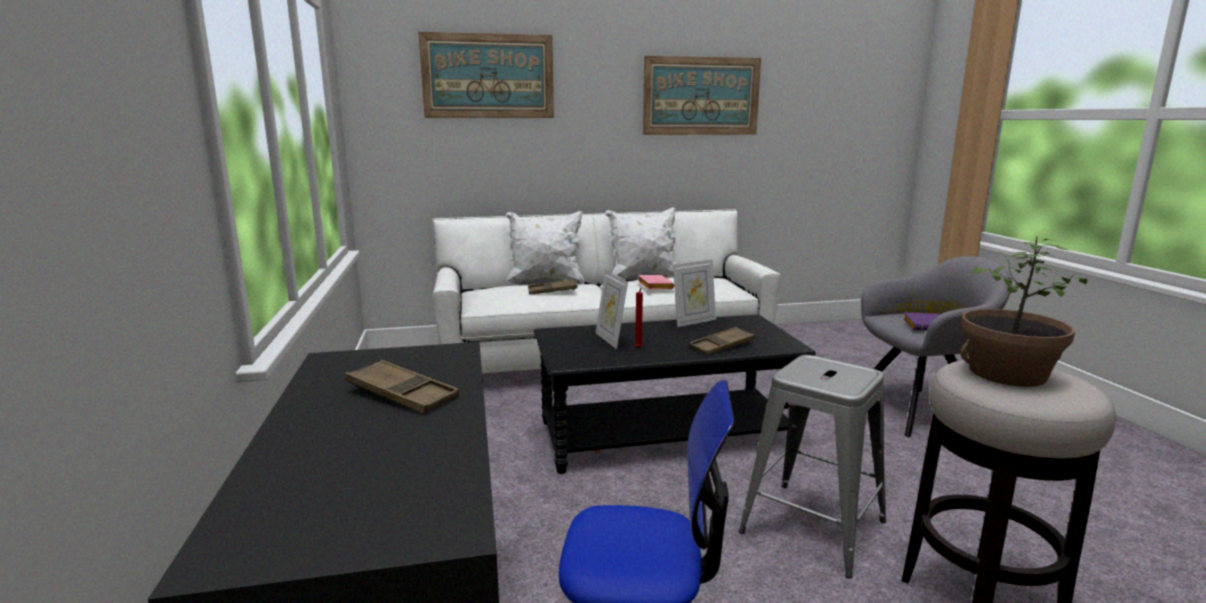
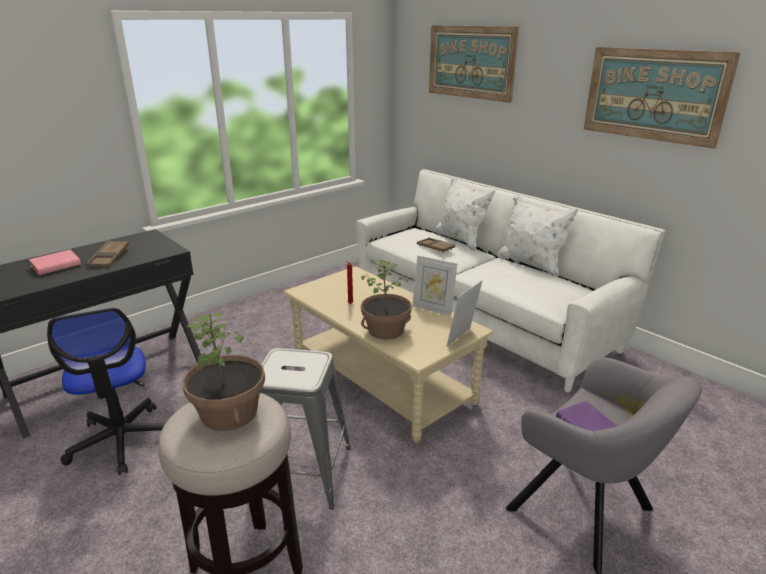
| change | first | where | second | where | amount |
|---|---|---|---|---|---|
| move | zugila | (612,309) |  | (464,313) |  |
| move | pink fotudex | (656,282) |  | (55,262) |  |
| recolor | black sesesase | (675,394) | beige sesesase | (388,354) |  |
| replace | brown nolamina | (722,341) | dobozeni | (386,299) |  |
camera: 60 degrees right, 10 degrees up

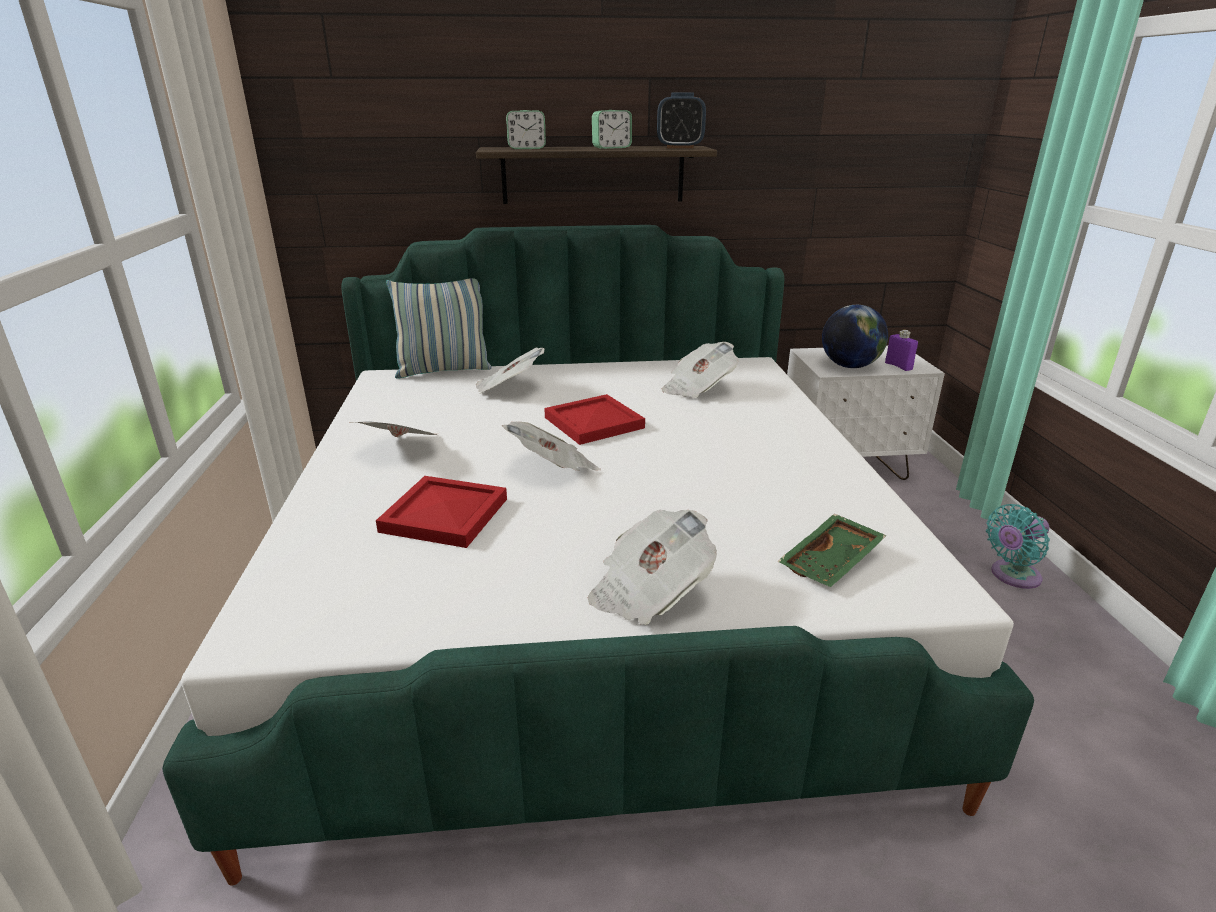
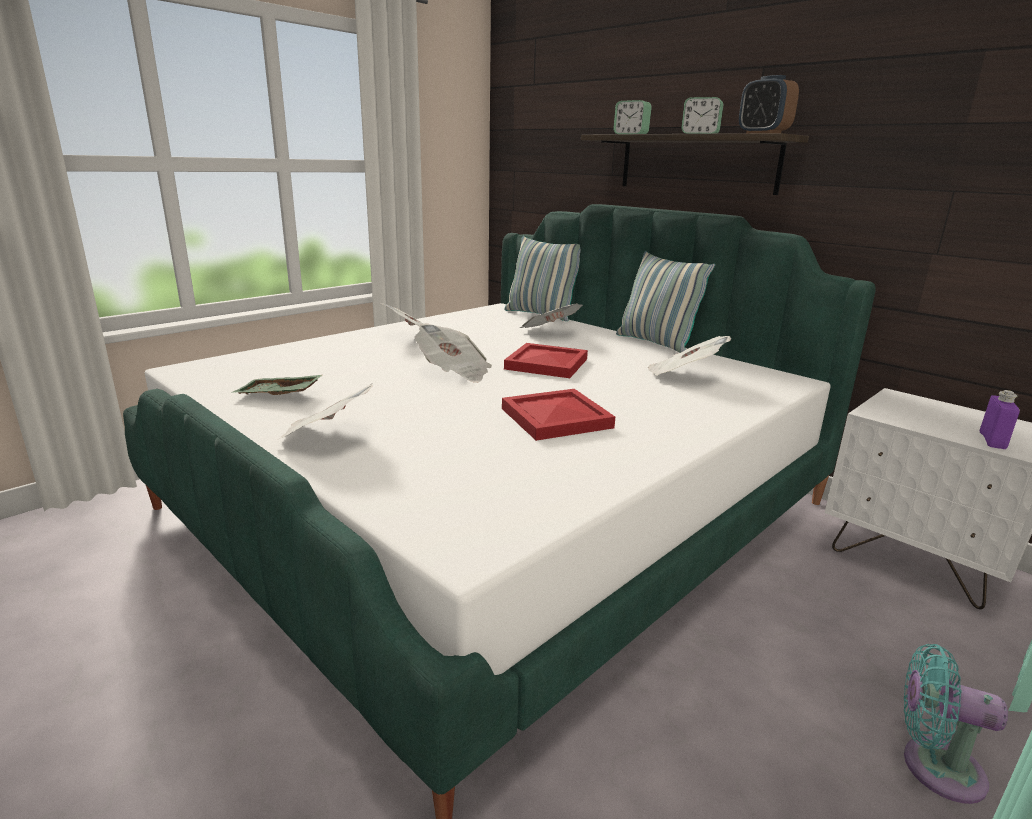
| change | first | where | second | where | amount |
|---|---|---|---|---|---|
| delete | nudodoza | (855,336) |  |  |  |
| move | red nolamina | (441,512) |  | (558,415) |  |
| move | green nolamina | (832,550) |  | (277,385) |  |
| insert |  |  | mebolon | (665,302) |  |
camera: 50 degrees right, 5 degrees down

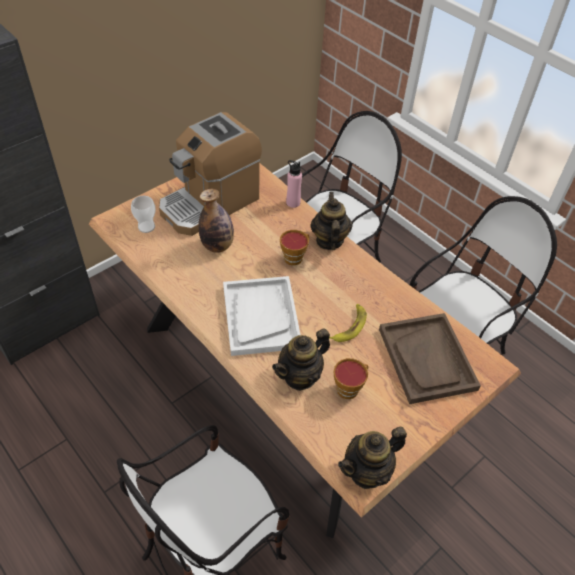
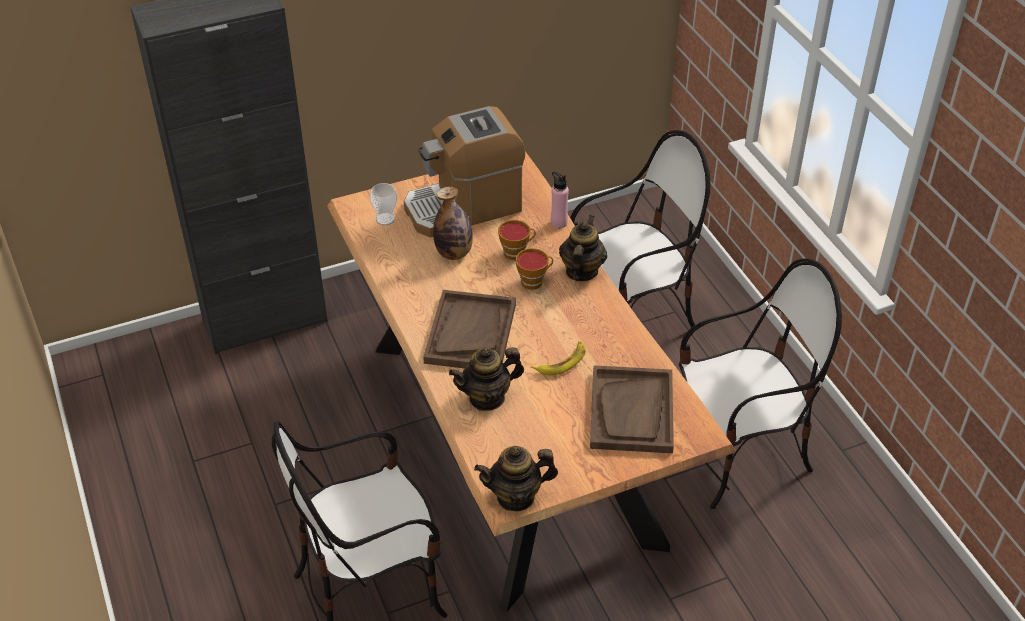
| change | first | where | second | where | amount |
|---|---|---|---|---|---|
| recolor | white nolamina | (261,316) | brown nolamina | (469,329) |  |
| move | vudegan | (351,378) |  | (517,240) |  |
camera: 20 degrees right, 5 degrees down

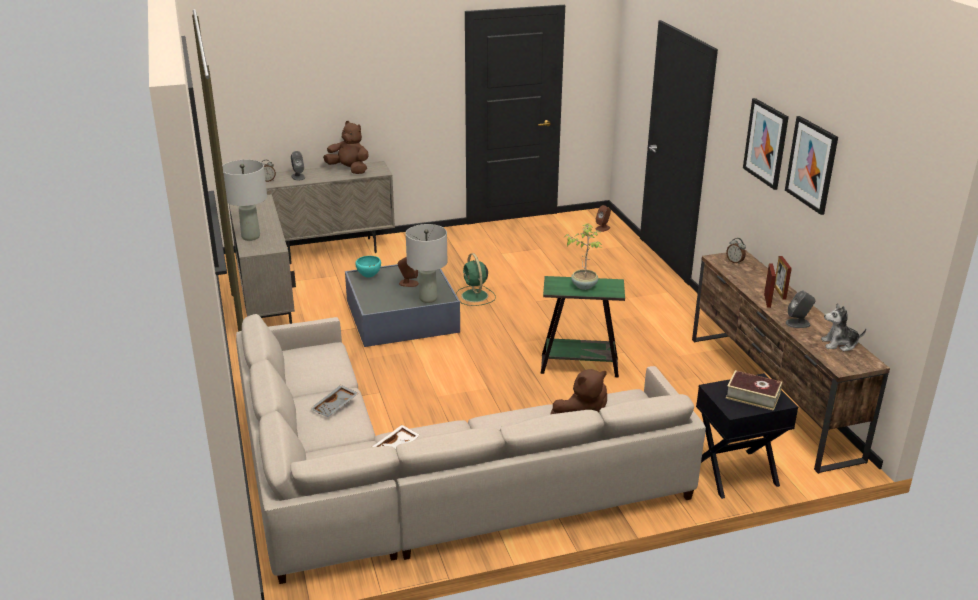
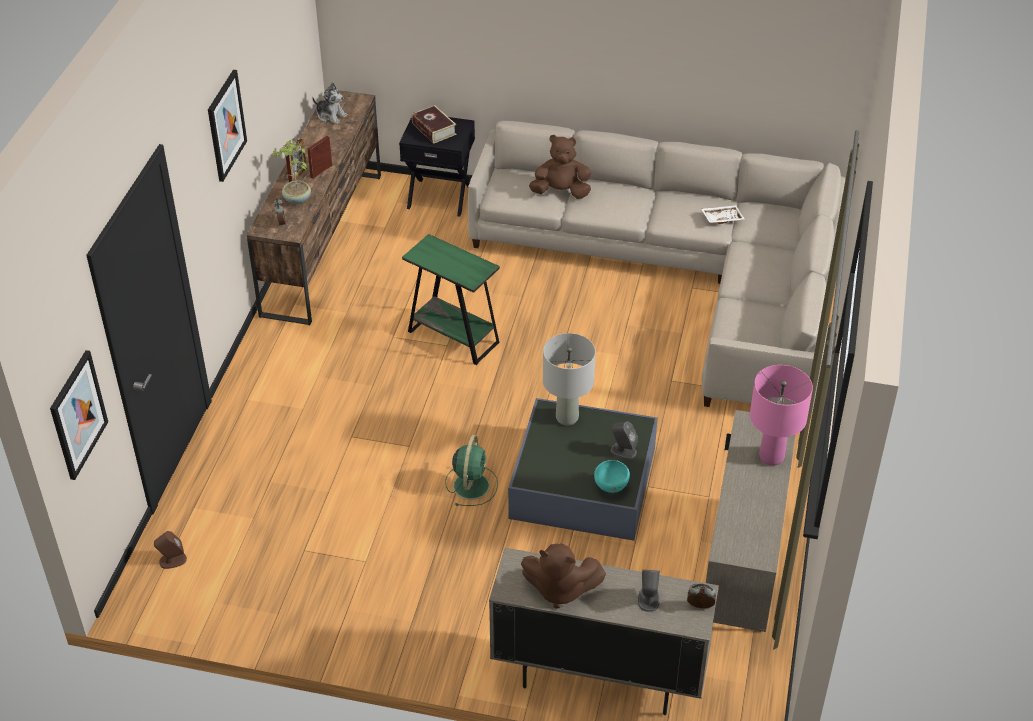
| change | first | where | second | where | amount |
|---|---|---|---|---|---|
| move | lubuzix | (811,165) |  | (79,415) |  |
| rotate | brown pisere | (346,147) |  | (563,576) | 45 degrees counterclockwise |
| recolor | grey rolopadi | (245,200) | pink rolopadi | (781,415) |  |
| move | dobozeni | (583,256) |  | (291,170) |  |
| delete | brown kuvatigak | (408,272) |  |  |  |
| move | grey kuvatigak | (800,309) |  | (624,440) |  |
| delete | grey nolamina | (334,401) |  |  |  |
camera: 150 degrees left, 15 degrees up

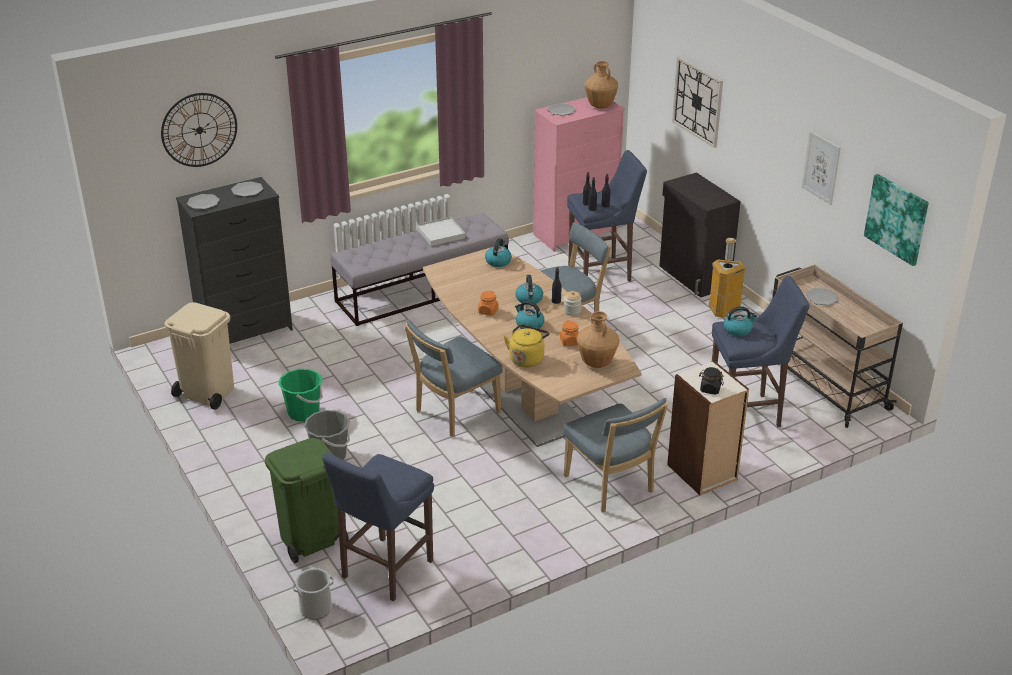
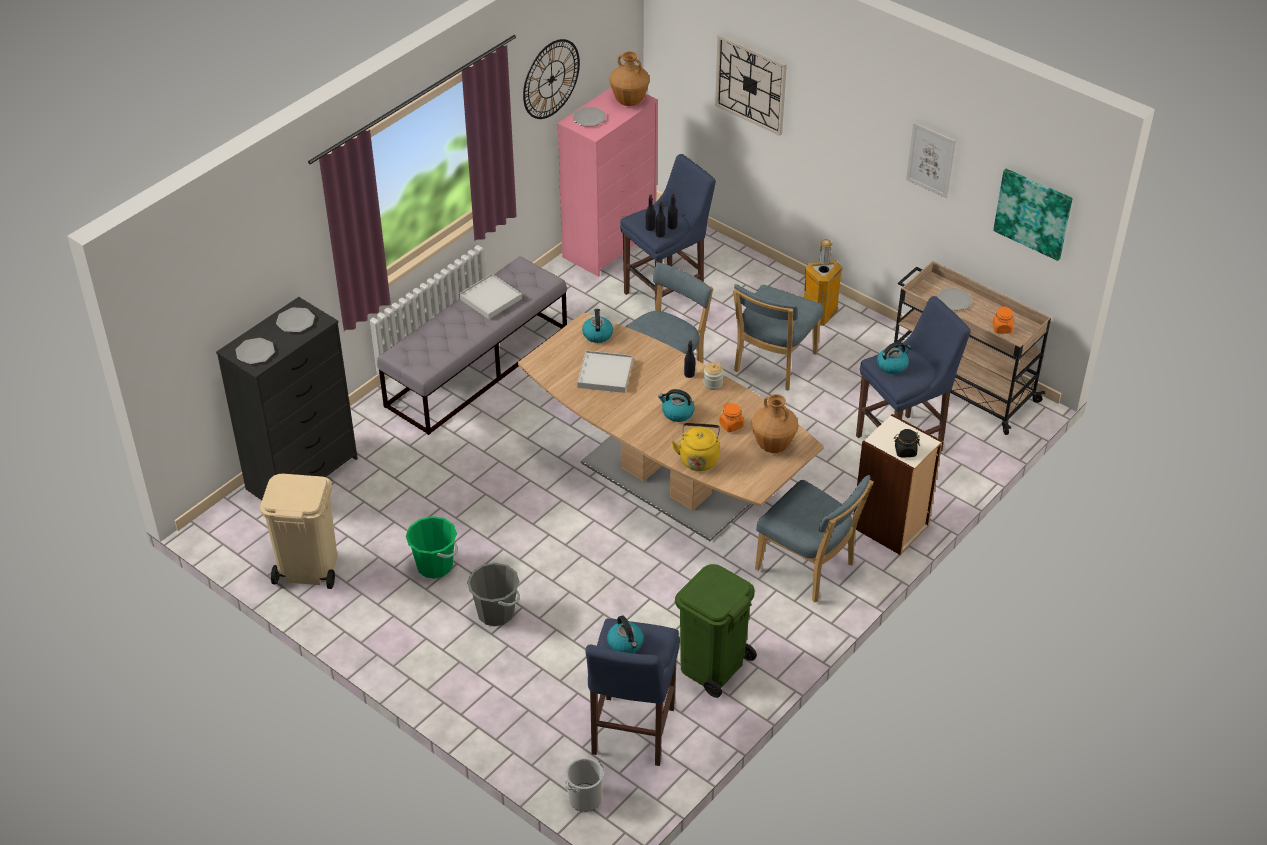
| change | first | where | second | where | amount |
|---|---|---|---|---|---|
| move | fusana | (199,130) |  | (551,79) |  |
| delete | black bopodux | (700,235) |  |  |  |
| move | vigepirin | (529,290) |  | (625,634) |  |
| move | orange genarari | (488,303) |  | (1003,319) |  |
| move | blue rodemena | (453,378) |  | (778,337) |  |
| move | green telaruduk | (307,500) |  | (716,631) |  |
| insert |  |  | white nolamina | (605,371) |  |
camera: 20 degrees left, 10 degrees up

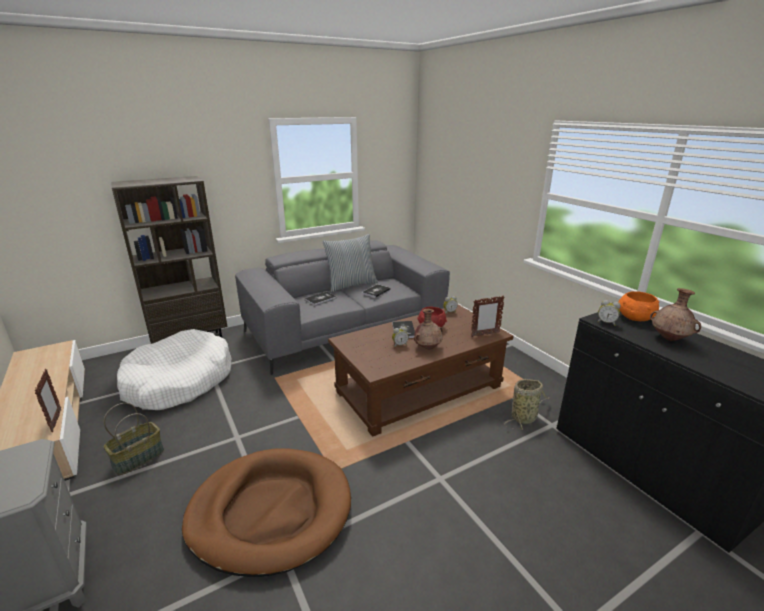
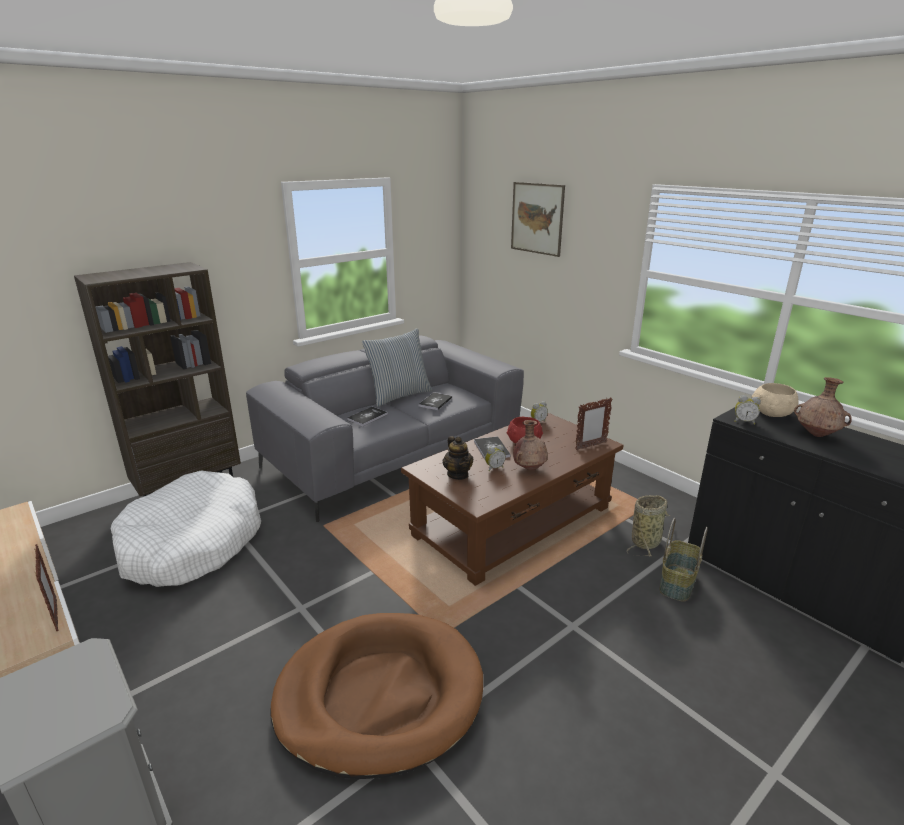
| change | first | where | second | where | amount |
|---|---|---|---|---|---|
| recolor | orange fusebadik | (638,306) | beige fusebadik | (775,400) |  |
| move | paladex | (134,439) |  | (684,560) |  |
| insert |  |  | lubuzix | (538,219) |  |
| insert |  |  | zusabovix | (458,458) |  |
camera: 10 degrees left, 0 degrees up

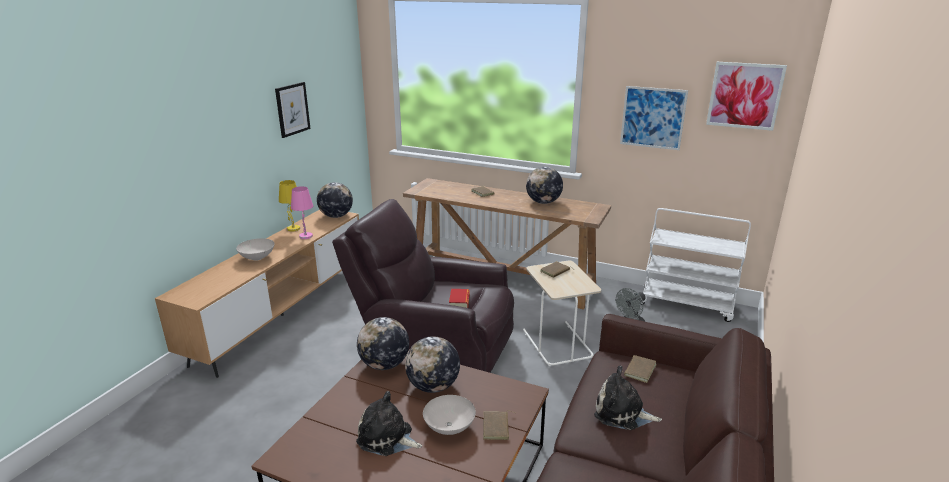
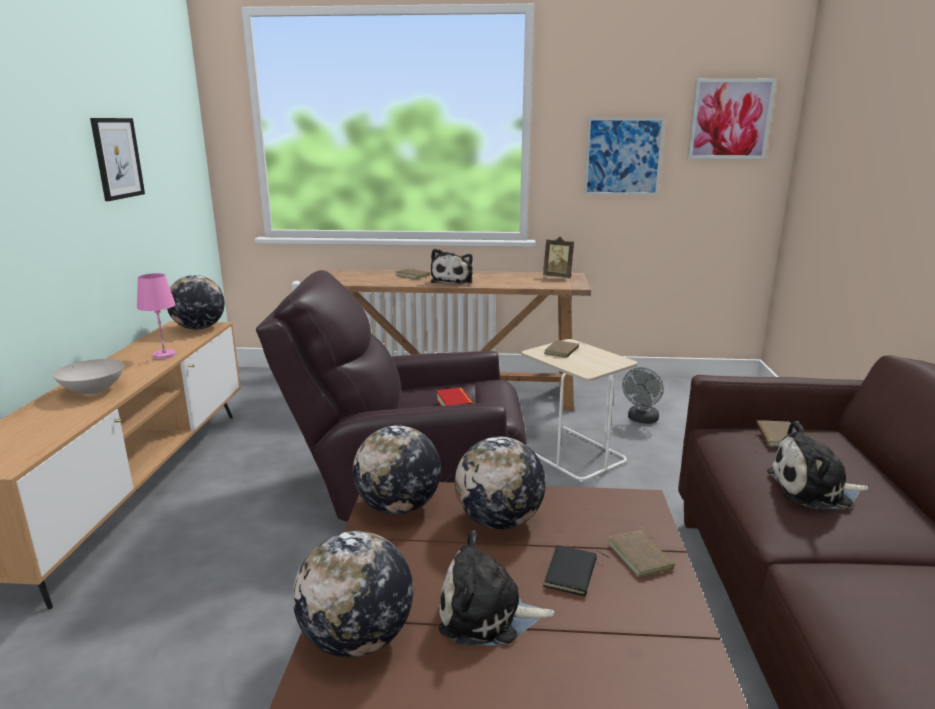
| change | first | where | second | where | amount |
|---|---|---|---|---|---|
| move | nudodoza | (544,185) |  | (353,594) |  |
| delete | yellow rolopadi | (289,205) |  |  |  |
| delete | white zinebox | (697,265) |  |  |  |
| replace | white fusebadik | (449,415) | black fotudex | (576,571) |  |
| insert |  |  | zugila | (558,257) |  |
| insert |  |  | pisere | (452,266) |  |
camera: 20 degrees left, 5 degrees down

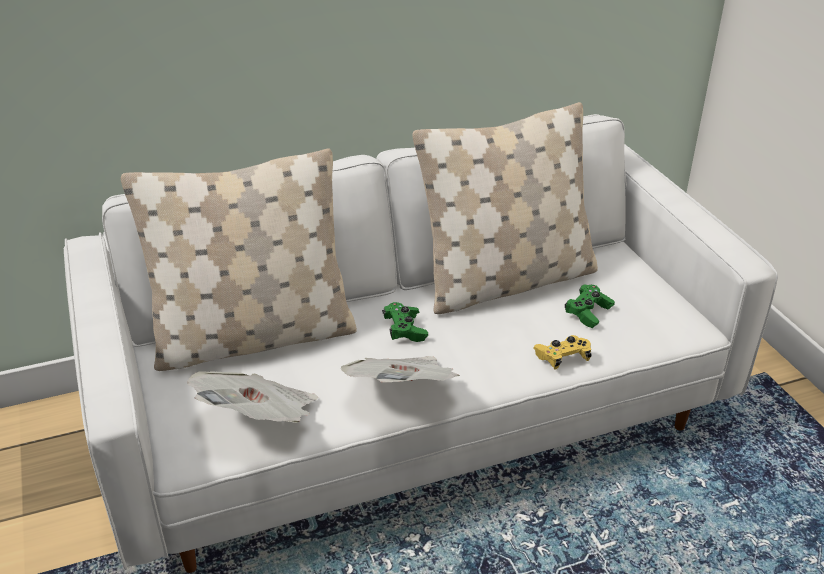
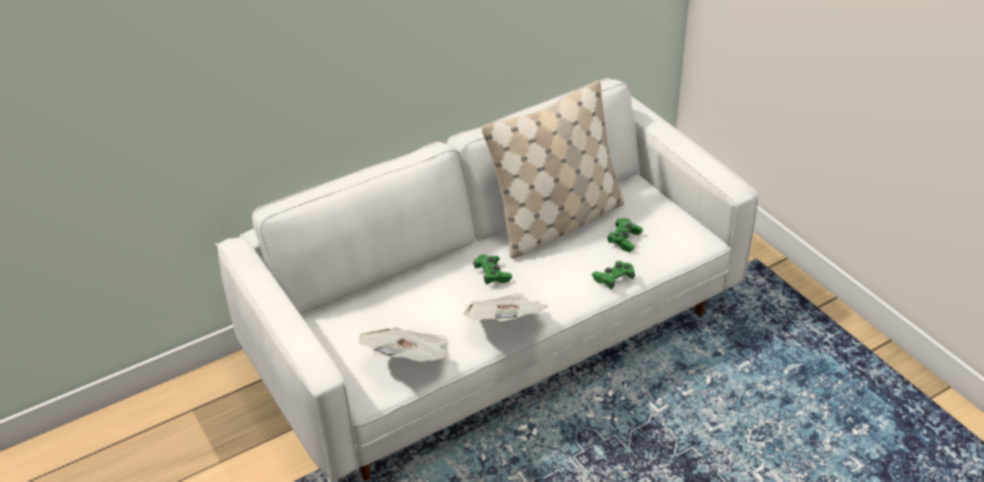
| change | first | where | second | where | amount |
|---|---|---|---|---|---|
| delete | beige mebolon | (239,259) |  |  |  |
| recolor | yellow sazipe | (562,352) | green sazipe | (613,275) |  |
camera: 10 degrees left, 5 degrees up

